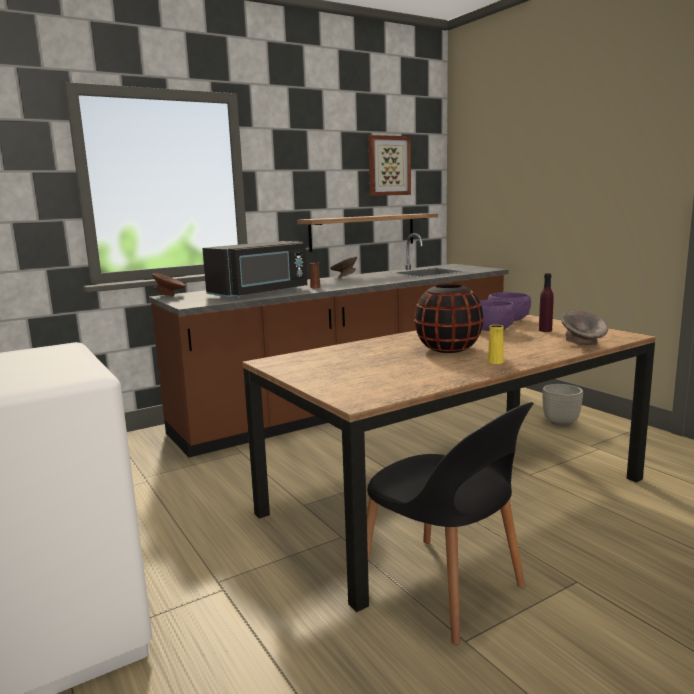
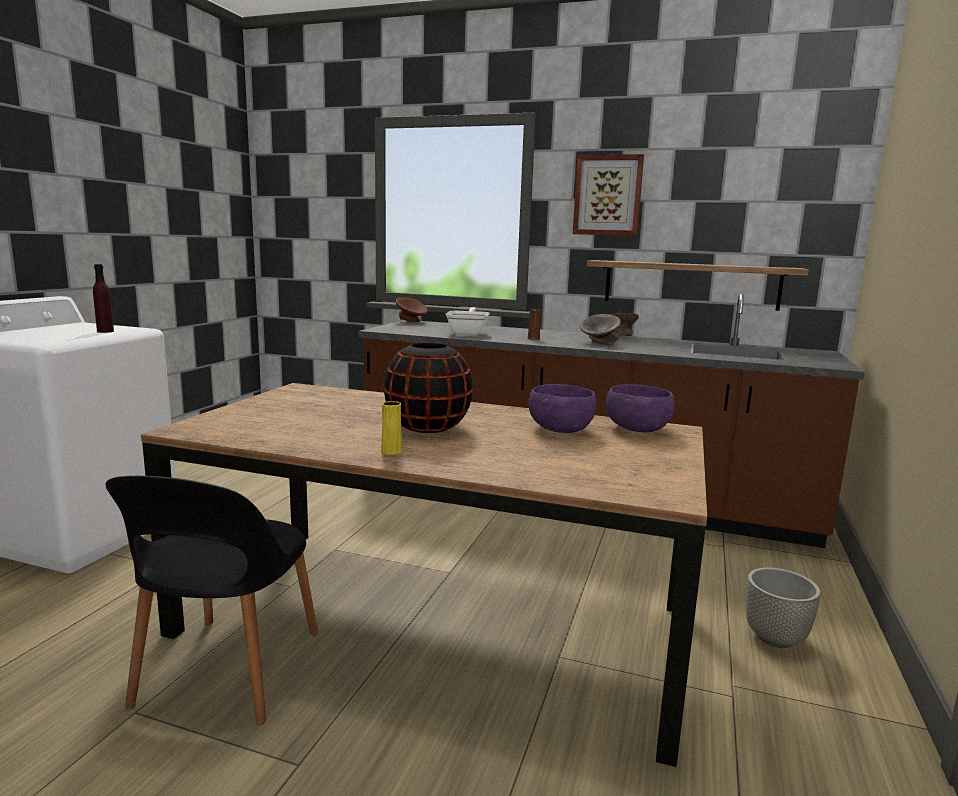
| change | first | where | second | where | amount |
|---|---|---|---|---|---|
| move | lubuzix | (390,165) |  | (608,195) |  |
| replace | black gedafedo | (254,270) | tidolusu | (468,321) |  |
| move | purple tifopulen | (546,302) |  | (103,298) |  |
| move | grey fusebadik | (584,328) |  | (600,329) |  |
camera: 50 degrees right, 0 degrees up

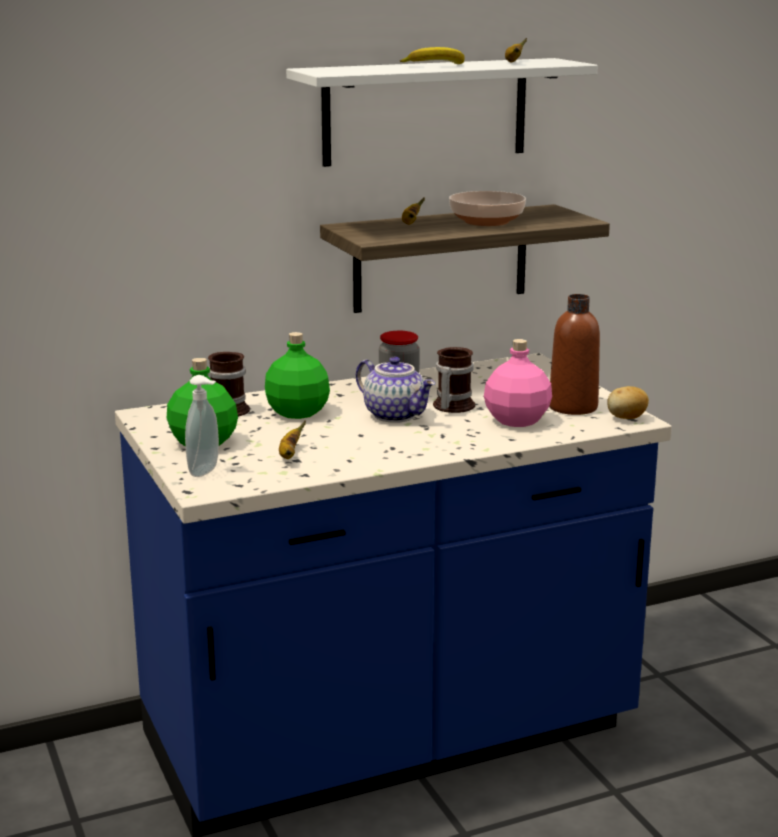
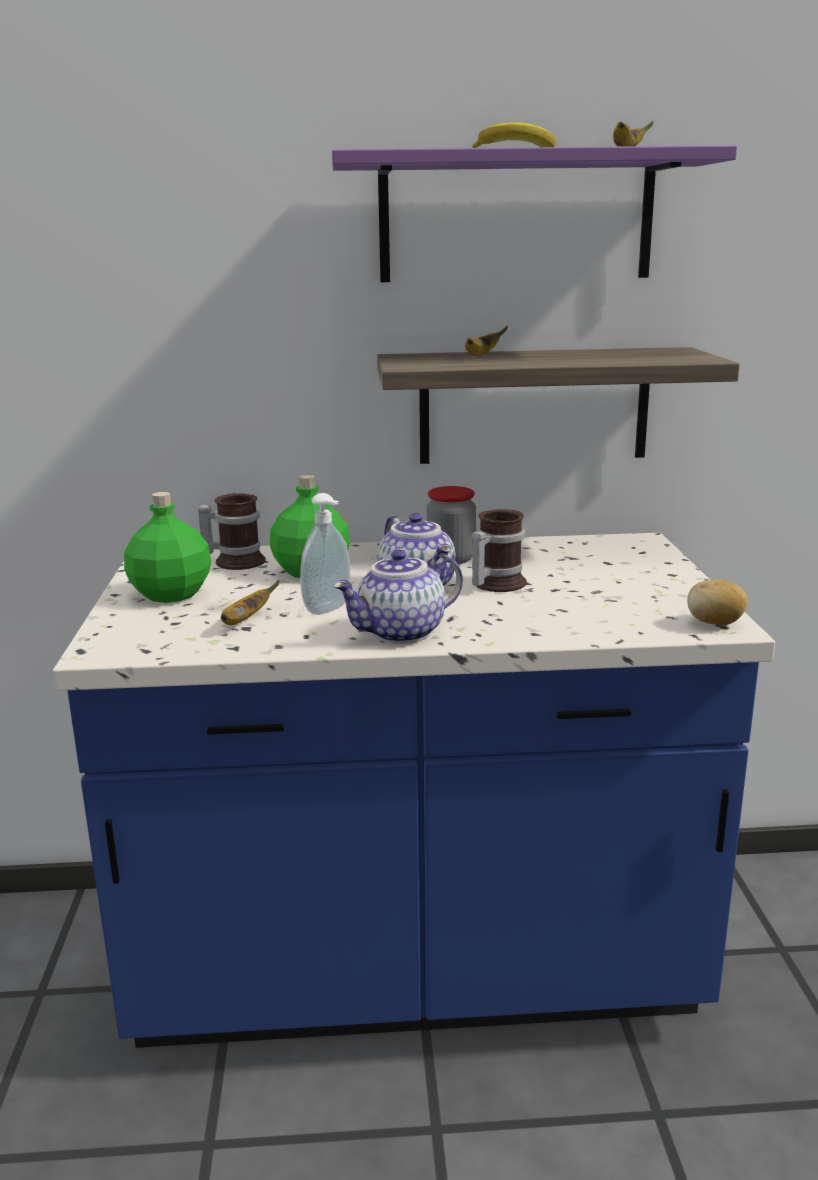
| change | first | where | second | where | amount |
|---|---|---|---|---|---|
| recolor | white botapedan | (442,112) | purple botapedan | (534,213) |  |
| delete | fusebadik | (487,208) |  |  |  |
| delete | brown tifopulen | (574,354) |  |  |  |
| delete | pink tifopulen | (518,383) |  |  |  |
| move | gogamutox | (202,426) |  | (325,554) |  |
| insert |  |  | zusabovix | (398,597) |  |
camera: 20 degrees right, 0 degrees up

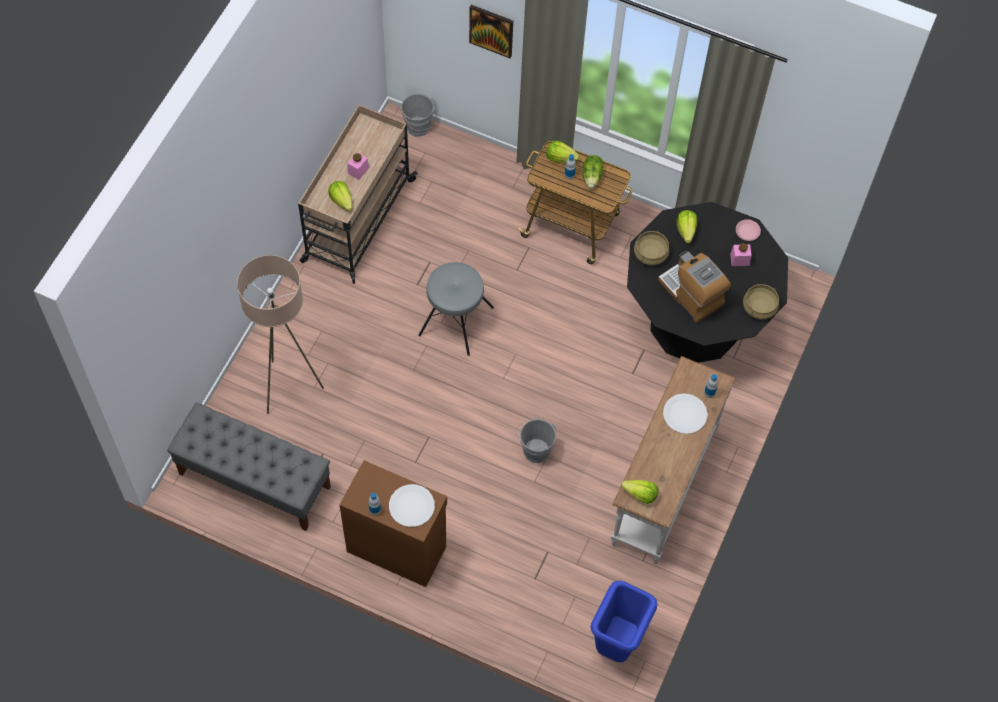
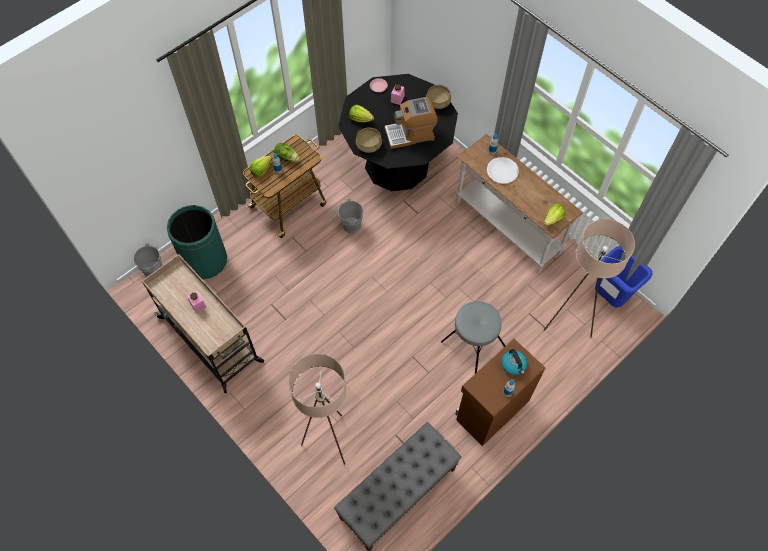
| change | first | where | second | where | amount |
|---|---|---|---|---|---|
| delete | lubuzix | (491,31) |  |  |  |
| delete | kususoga | (340,196) |  |  |  |
| move | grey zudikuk | (456,309) |  | (473,337) |  |
| move | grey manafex | (536,440) |  | (349,216) |  |
| replace | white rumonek | (412,505) | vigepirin | (514,362) |  |
| insert |  |  | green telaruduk | (197,242) |  |
| insert |  |  | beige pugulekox | (589,278) |  |
camera: 65 degrees left, 0 degrees up

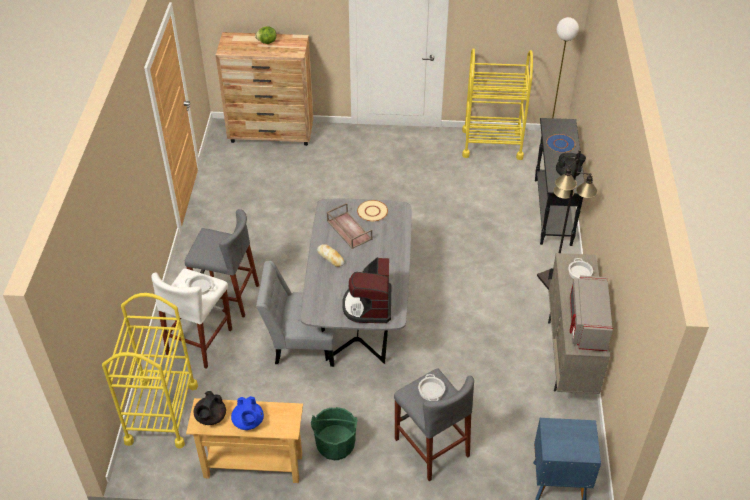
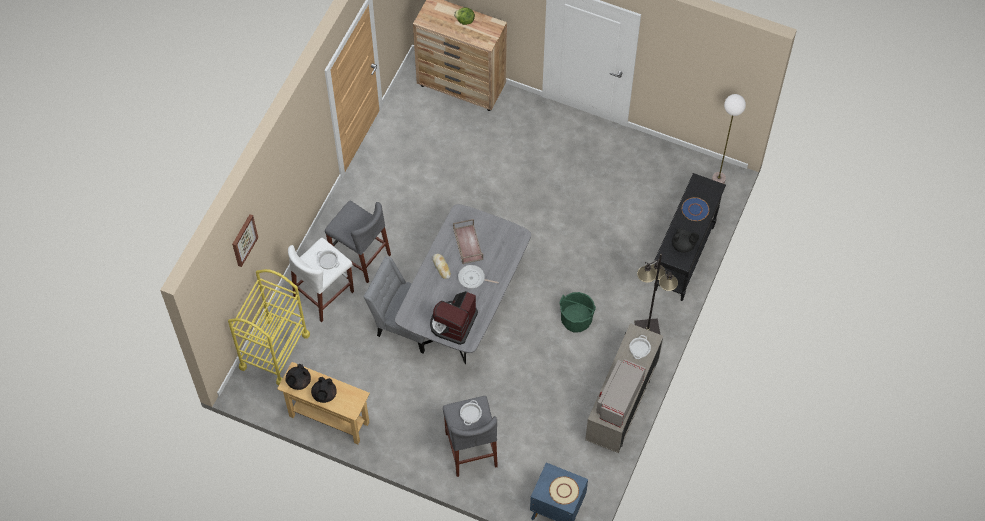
| change | first | where | second | where | amount |
|---|---|---|---|---|---|
| delete | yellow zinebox | (497,104) |  |  |  |
| move | beige rumonek | (372,210) |  | (564,490) |  |
| recolor | blue zusabovix | (247,413) | black zusabovix | (324,390) |  |
| move | green manafex | (334,433) |  | (577,312) |  |
| insert |  |  | lubuzix | (245,240) |  |
| insert |  |  | tidolusu | (478,276) |  |
camera: 20 degrees right, 15 degrees up

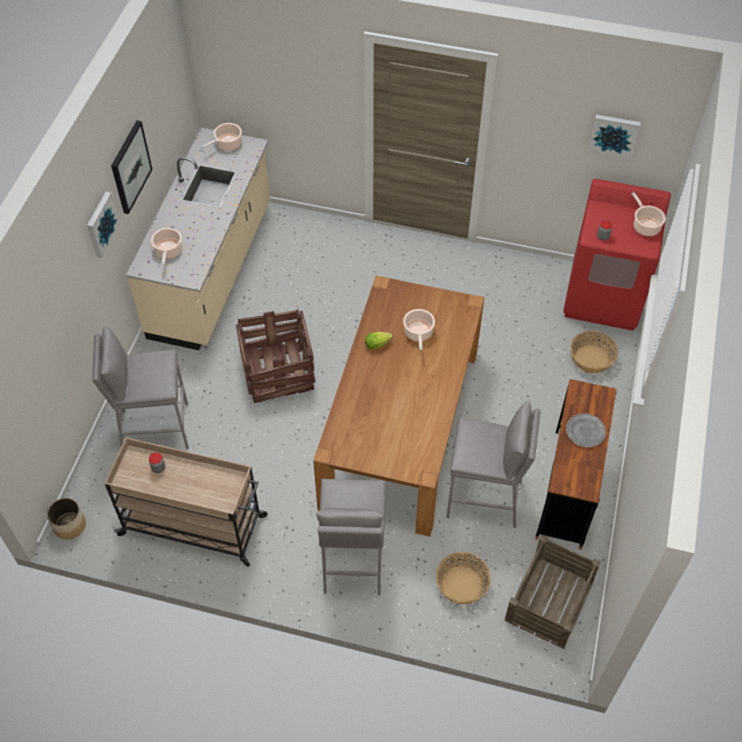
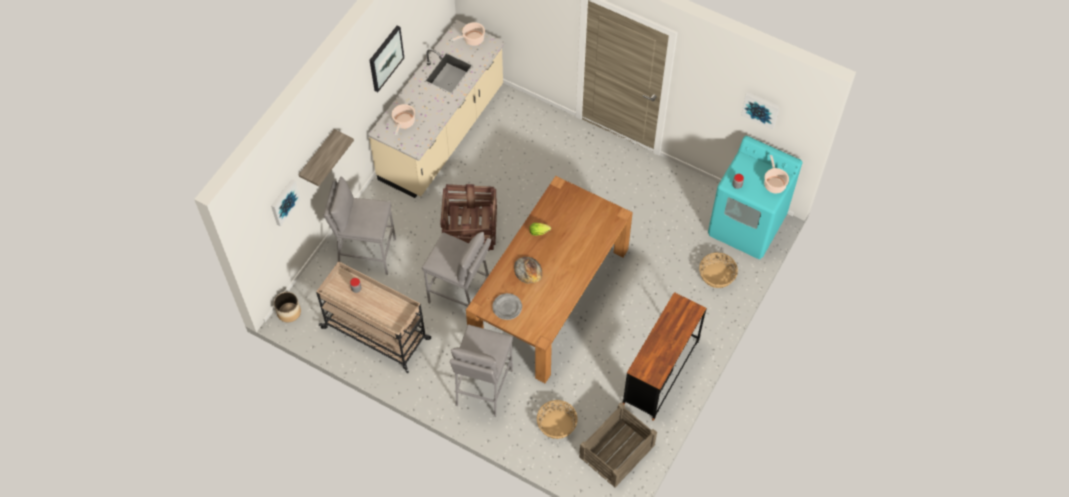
| change | first | where | second | where | amount |
|---|---|---|---|---|---|
| recolor | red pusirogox | (617,254) | turquoise pusirogox | (755,197) |  |
| move | lubuzix | (103,225) |  | (286,202) |  |
| delete | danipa | (419,329) |  |  |  |
| move | grey zudikuk | (493,464) |  | (456,269) |  |
| move | grey rumonek | (586,430) |  | (507,306) |  |
| insert |  |  | botapedan | (326,158) |  |
| insert |  |  | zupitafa | (528,270) |  |
camera: 15 degrees right, 5 degrees up

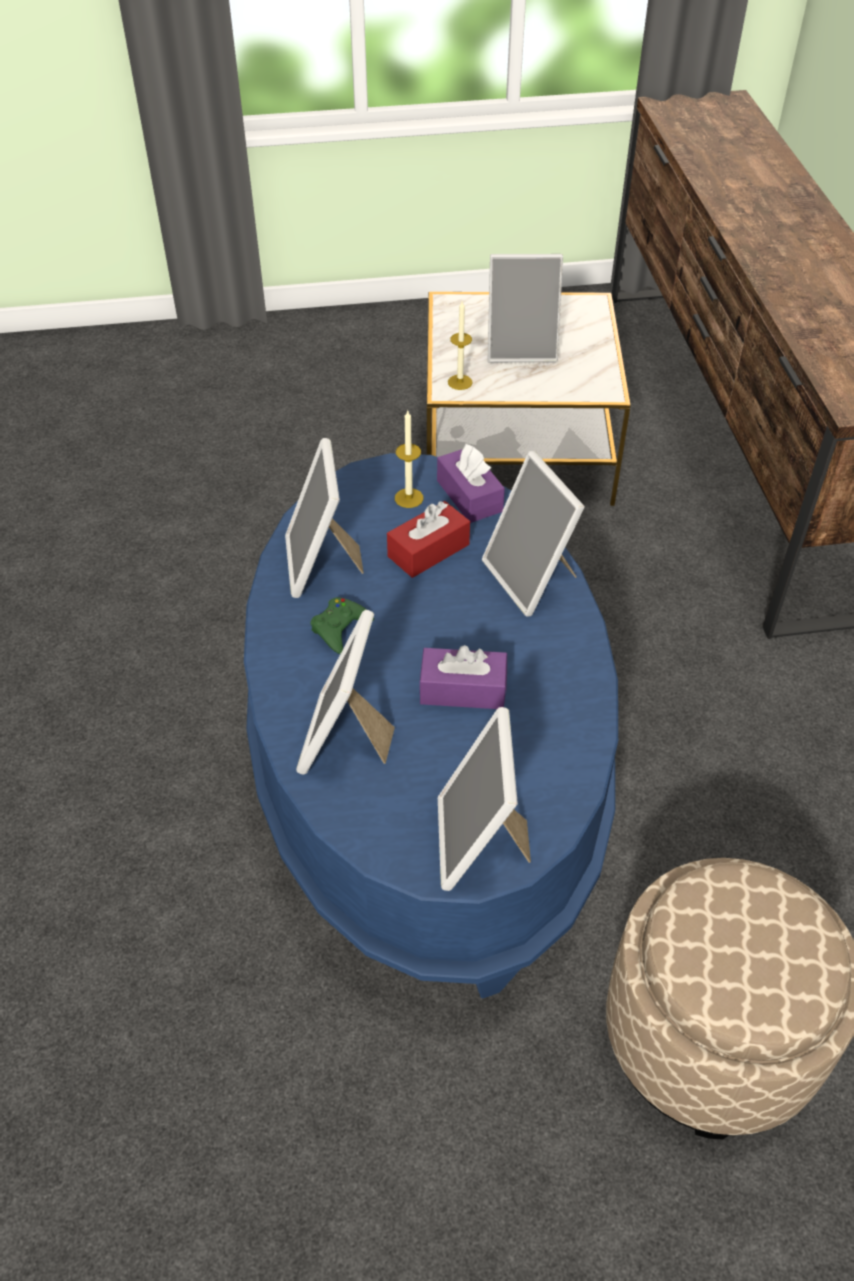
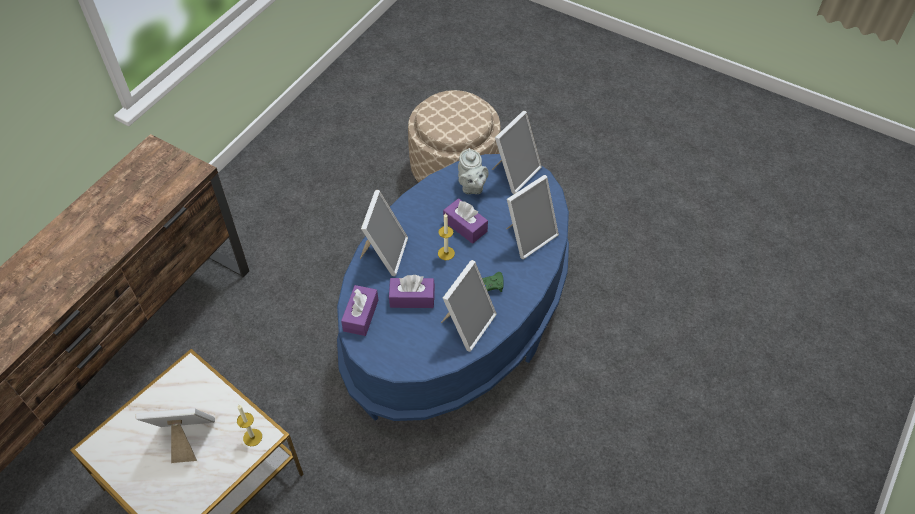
| change | first | where | second | where | amount |
|---|---|---|---|---|---|
| rotate | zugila | (525,308) |  | (175,435) | 45 degrees counterclockwise |
| move | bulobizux | (409,459) |  | (446,236) |  |
| recolor | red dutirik | (428,539) | purple dutirik | (412,291) |  |
| insert |  |  | grey zusabovix | (473,171) |  |
camera: 140 degrees left, 5 degrees up

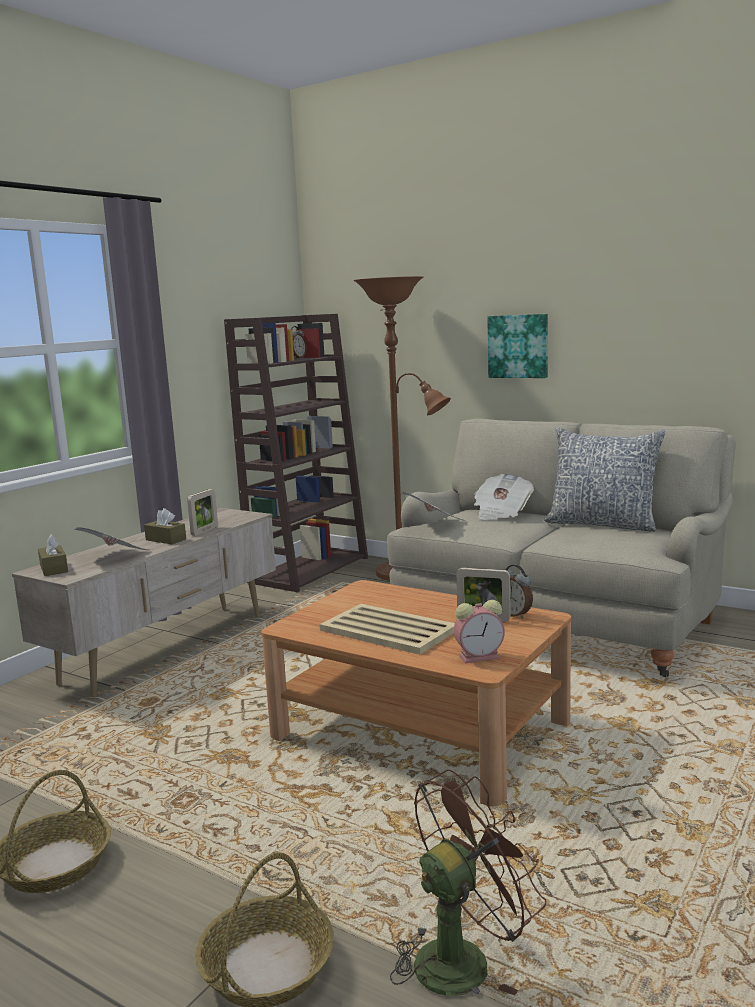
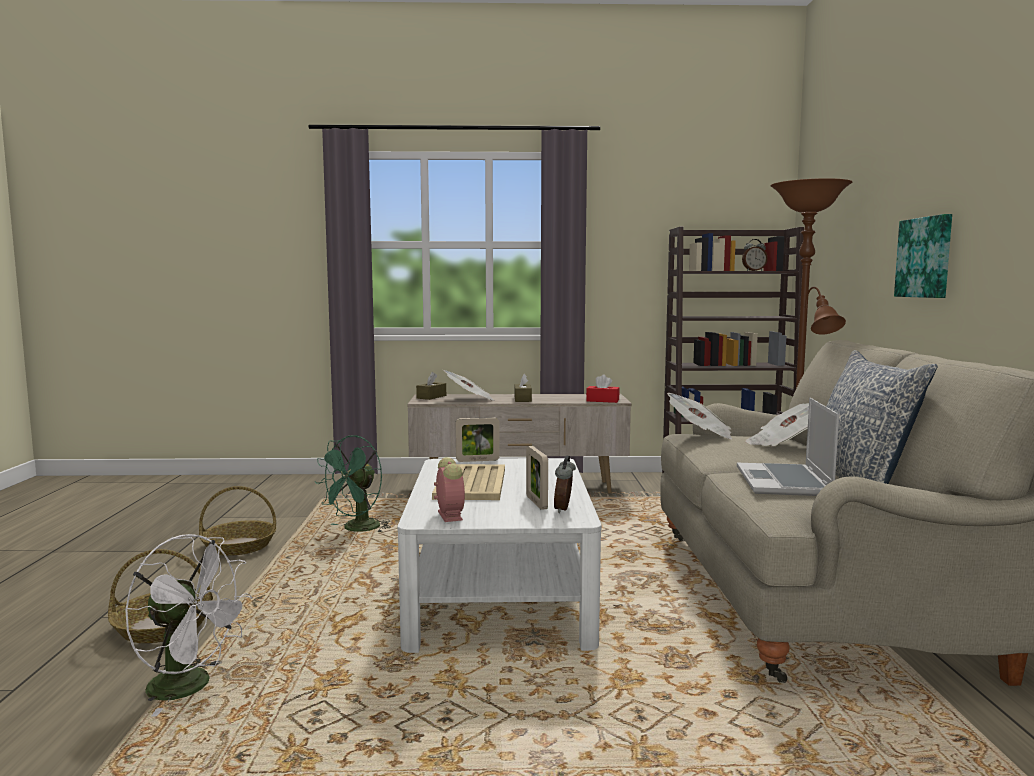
| change | first | where | second | where | amount |
|---|---|---|---|---|---|
| move | zugila | (202,512) |  | (478,439) |  |
| recolor | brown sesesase | (416,693) | white sesesase | (499,555) |  |
| rotate | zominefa | (479,631) |  | (449,489) | 150 degrees counterclockwise |
| recolor | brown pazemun | (468,882) | white pazemun | (188,625) |  |
| insert |  |  | red dutirik | (603,388) |  |
| insert |  |  | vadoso | (788,447) |  |
| insert |  |  | green pazemun | (353,484) |  |
camera: 55 degrees right, 5 degrees down

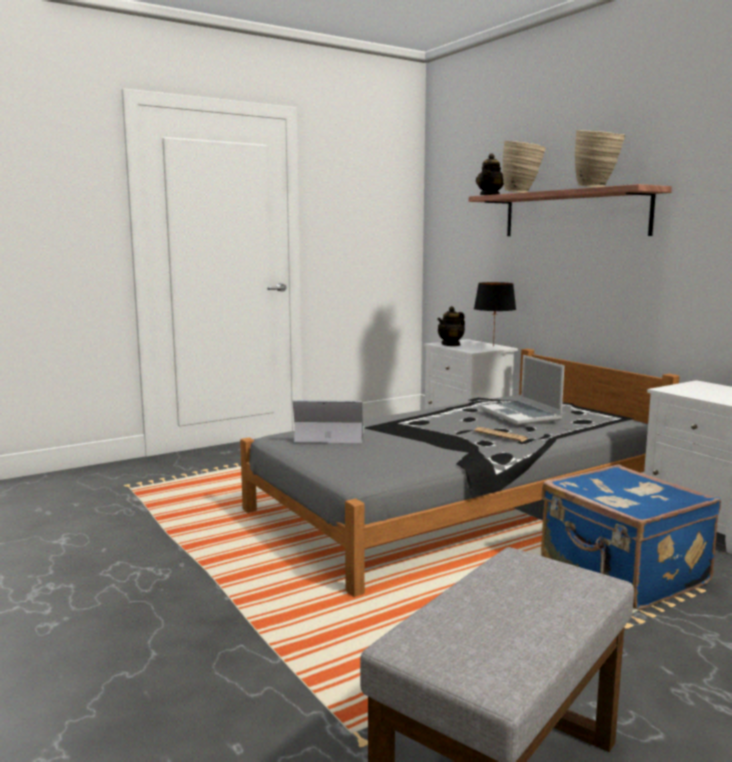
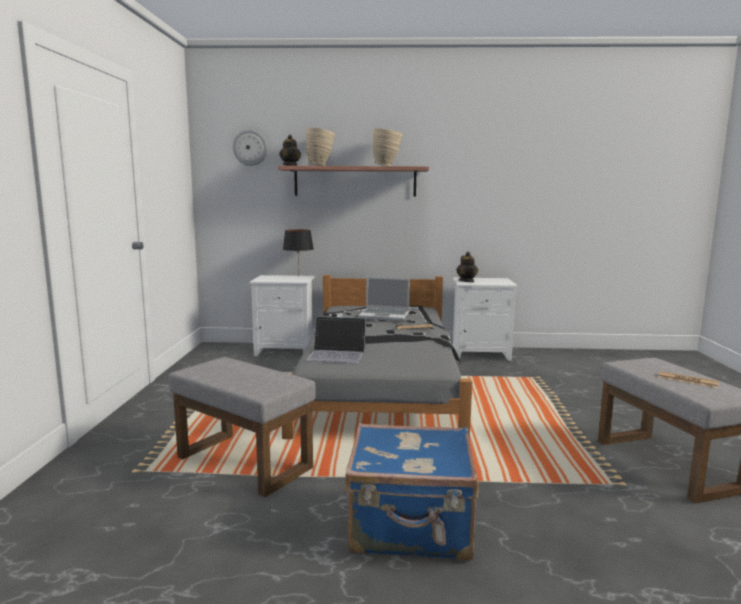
| change | first | where | second | where | amount |
|---|---|---|---|---|---|
| move | zusabovix | (451,326) |  | (467,267) |  |
| rotate | vadoso | (328,421) |  | (336,339) | 120 degrees counterclockwise |
| move | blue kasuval | (631,537) |  | (412,491) |  |
| insert |  |  | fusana | (250,147) |  |
| insert |  |  | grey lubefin | (242,427) |  |
| insert |  |  | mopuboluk | (688,379) |  |
camera: 55 degrees left, 0 degrees up

